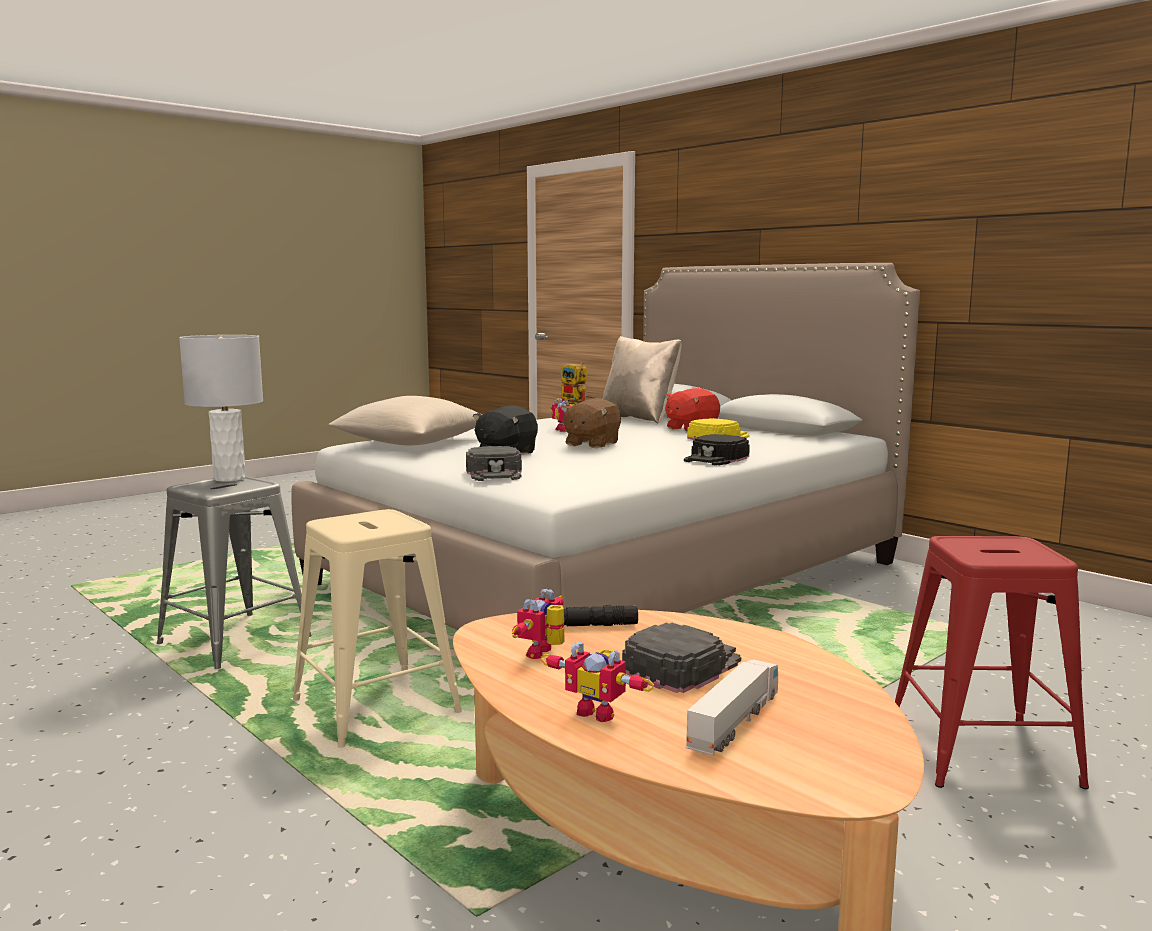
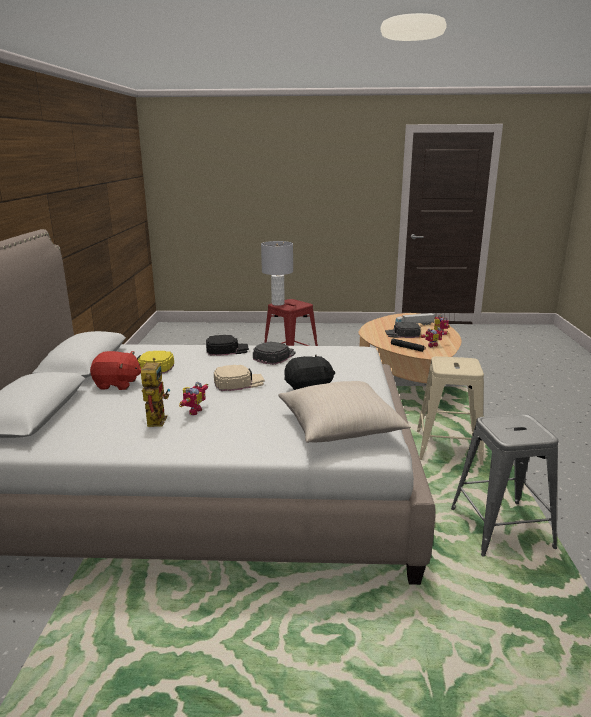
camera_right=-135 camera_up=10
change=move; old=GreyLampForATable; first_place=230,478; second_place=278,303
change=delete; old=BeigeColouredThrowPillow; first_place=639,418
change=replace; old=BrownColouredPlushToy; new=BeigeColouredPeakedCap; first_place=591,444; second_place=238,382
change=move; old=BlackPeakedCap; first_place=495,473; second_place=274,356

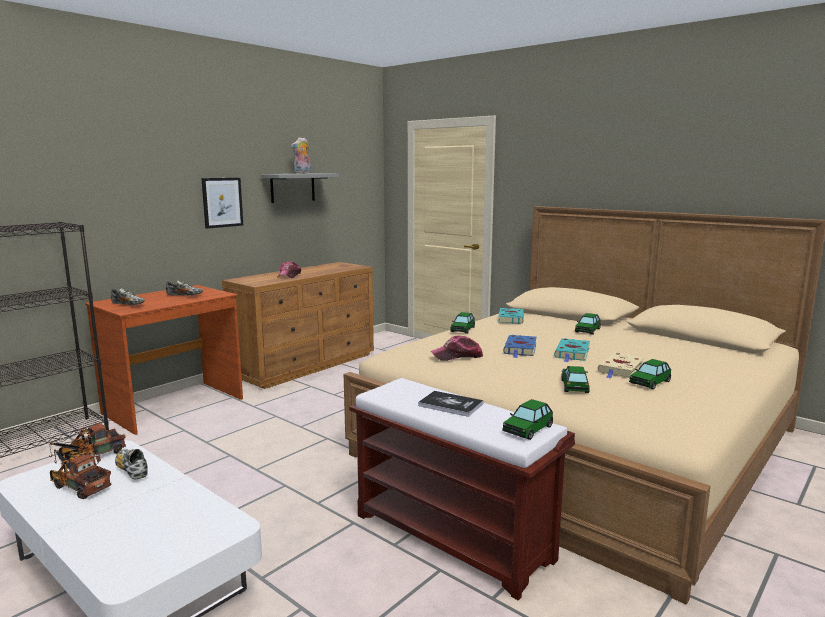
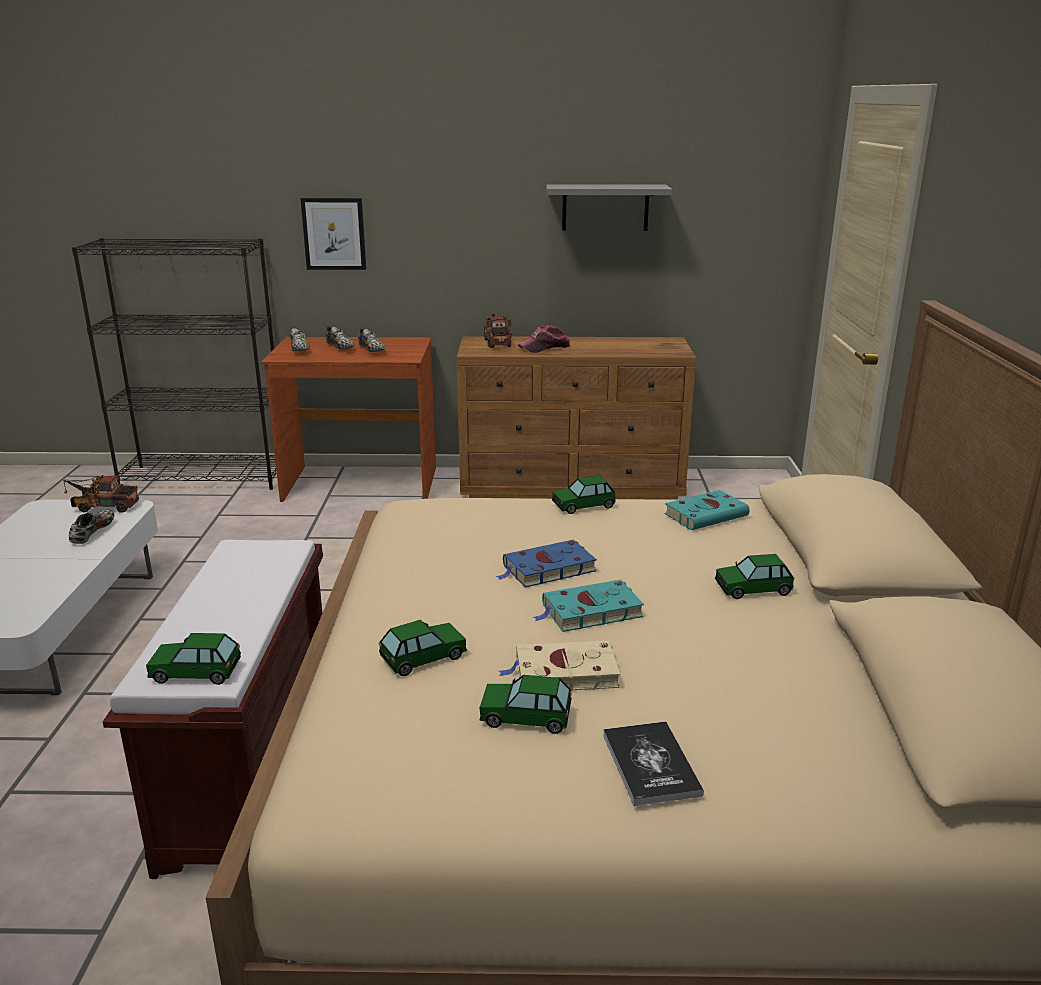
camera_right=50 camera_up=10
change=delete; old=PlushToy; first_place=302,173
change=move; old=WallPicture; first_place=222,202; second_place=334,234
change=delete; old=PeakedCap; first_place=457,356
change=move; old=Volume; first_place=450,405; second_place=651,764
change=move; old=ToyLorry; first_place=79,485; second_place=497,342
change=insert; new=Shoe; second_place=340,348

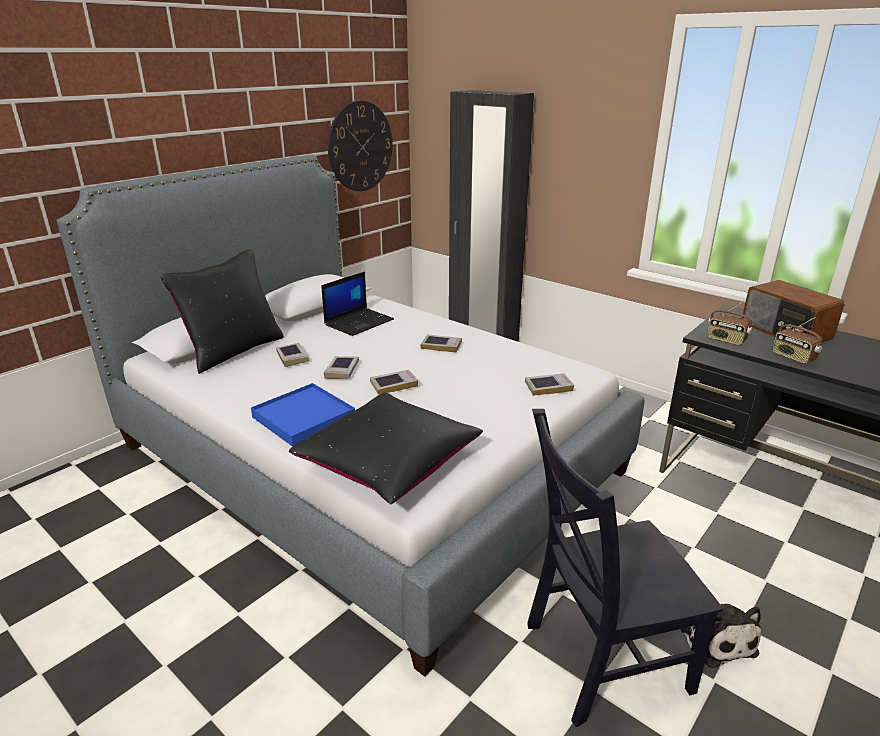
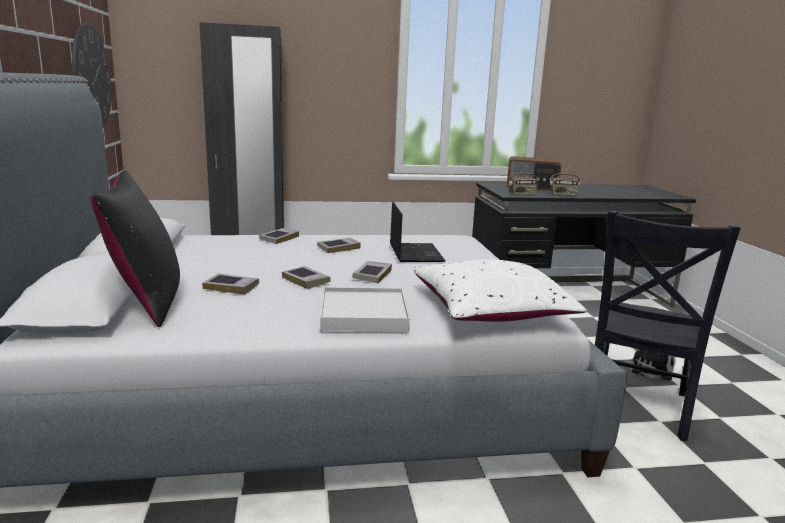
camera_right=-50 camera_up=-10
change=move; old=Laptop; first_place=359,322; second_place=415,253
change=move; old=Volume; first_place=548,387; second_place=279,238
change=recolor; old=BlueColouredServingTray; new=WhiteColouredServingTray; first_place=304,417; second_place=363,313
change=recolor; old=BlackThrowPillow; new=WhiteColouredThrowPillow; first_place=389,462; second_place=490,311

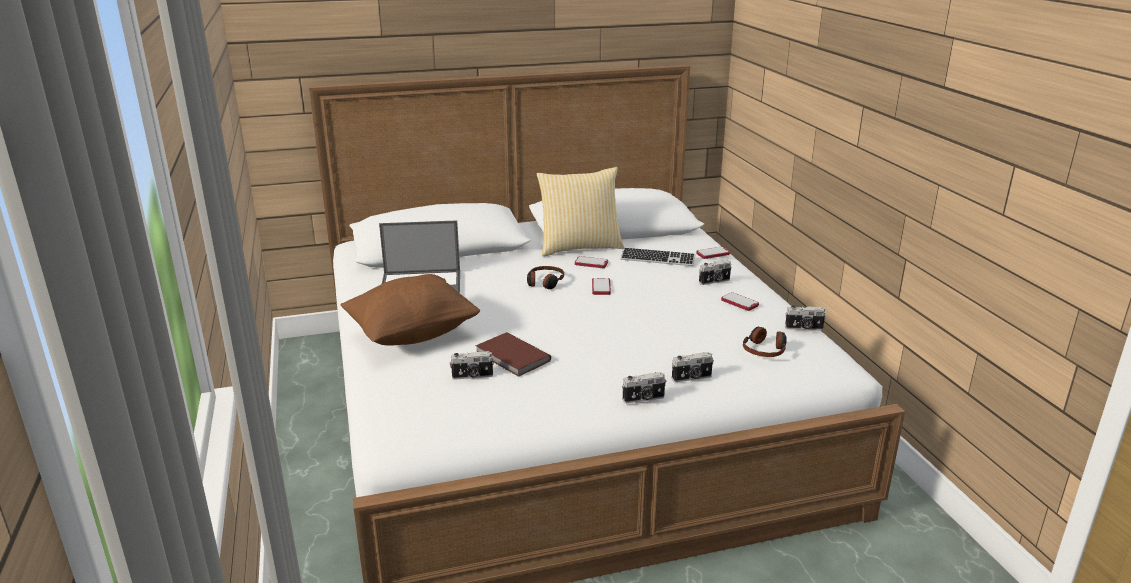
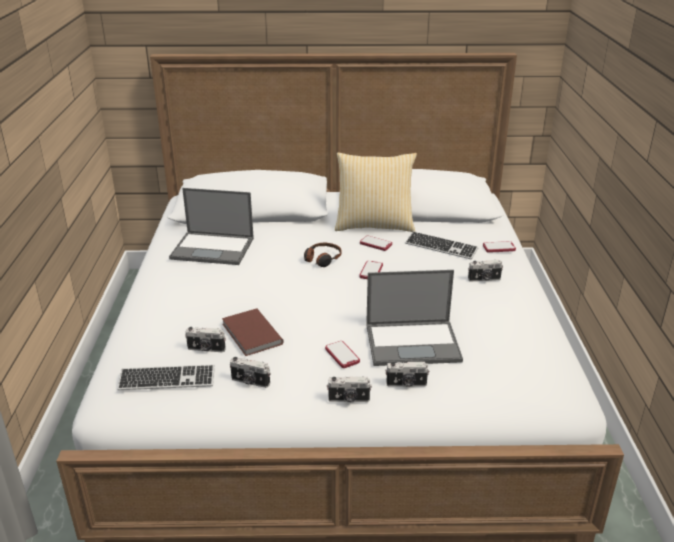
camera_right=15 camera_up=5
change=delete; old=BrownColouredThrowPillow; first_place=413,334
change=move; old=Telephone; first_place=739,302; second_place=342,355
change=move; old=StillCamera; first_place=804,328; second_place=250,382
change=delete; old=Headphones; first_place=765,350
change=insert; new=Laptop; second_place=414,342
change=insert; new=PcKeyboard; second_place=167,380

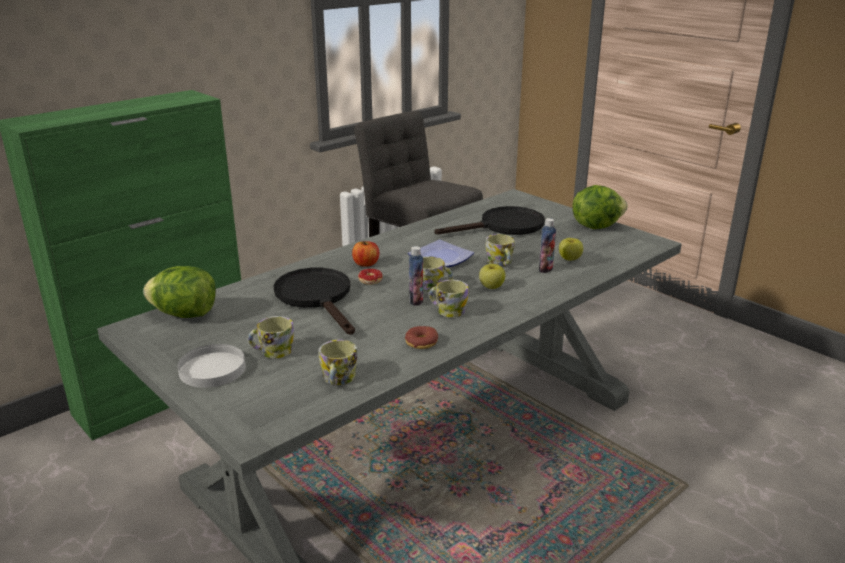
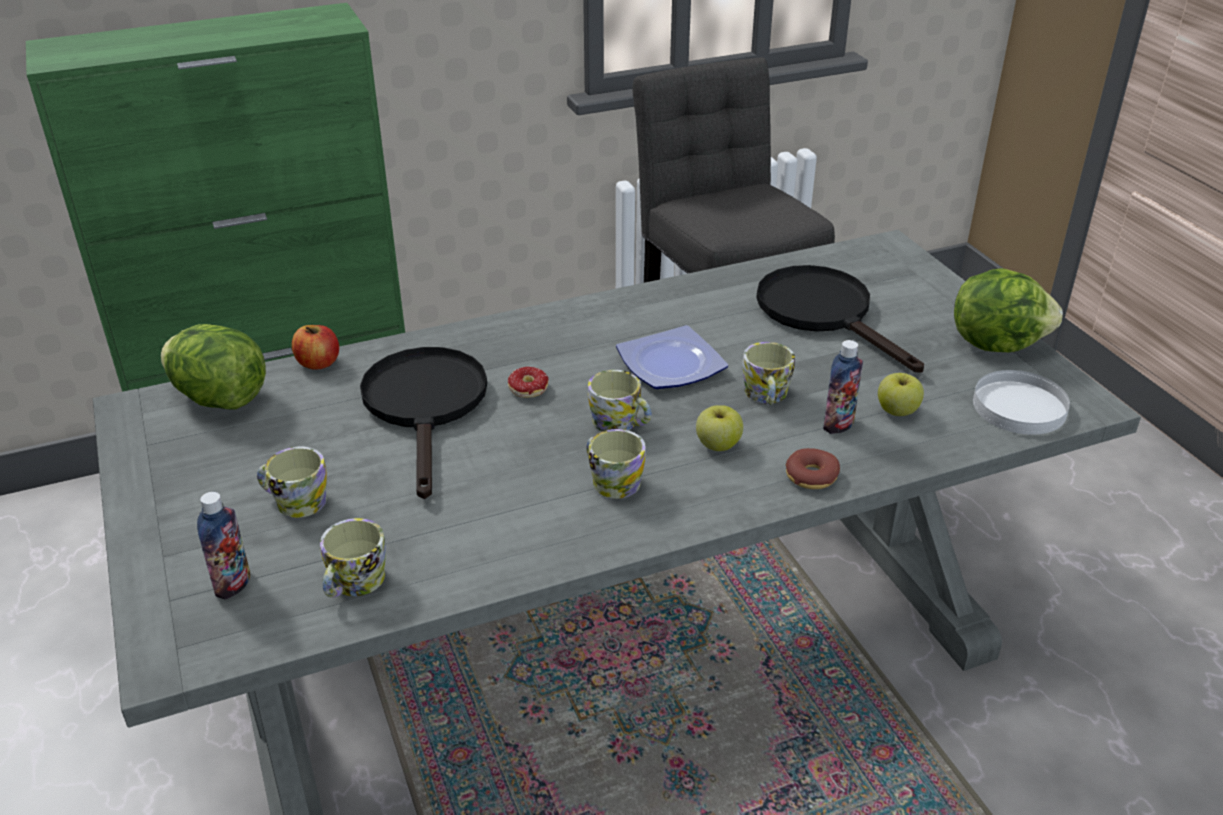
camera_right=20 camera_up=10
change=rotate; old=BlackSkillet; first_place=504,226; second_place=824,314; degrees=-120
change=move; old=WholeApple; first_place=366,264; second_place=318,363
change=move; old=Bottle; first_place=416,300; second_place=233,584
change=move; old=Donut; first_place=421,342; second_place=811,476
change=move; old=WhiteColouredPlate; first_place=213,369; second_place=1020,407

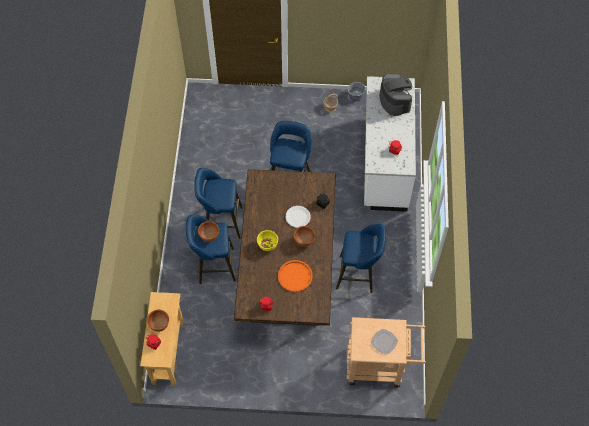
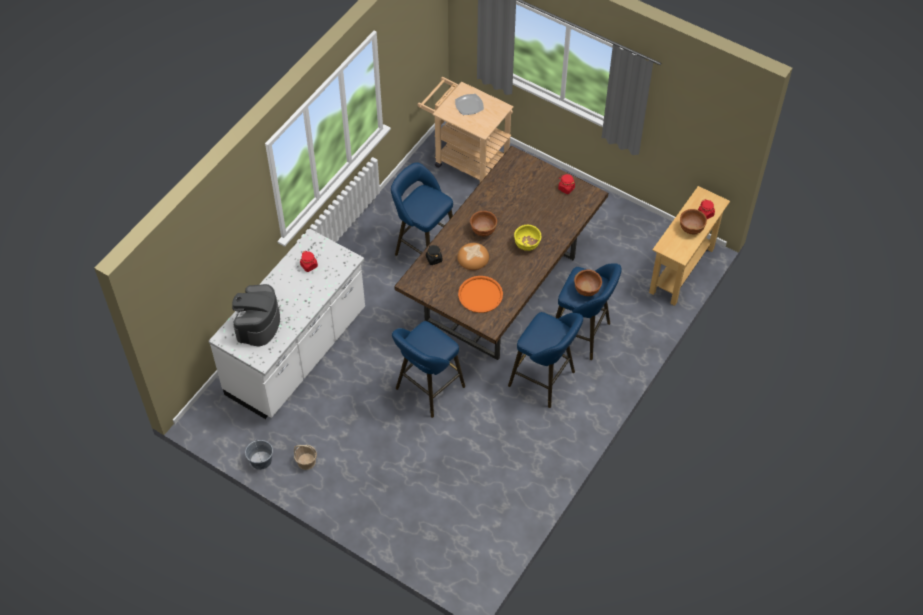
camera_right=-150 camera_up=-5
change=replace; old=WhiteColouredPlate; new=BakeryBread; first_place=298,217; second_place=473,258
change=move; old=OrangeServingTray; first_place=295,276; second_place=480,295

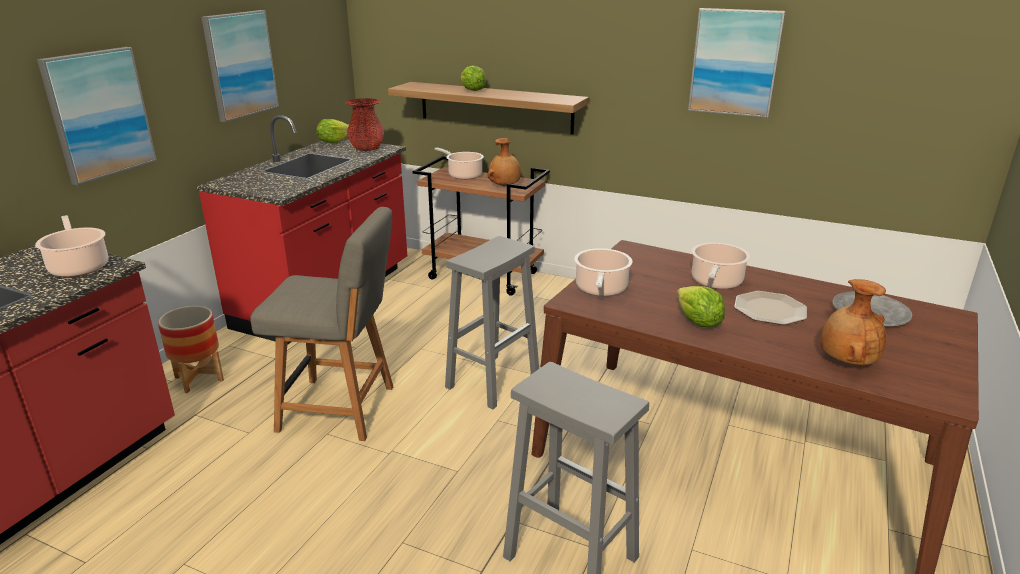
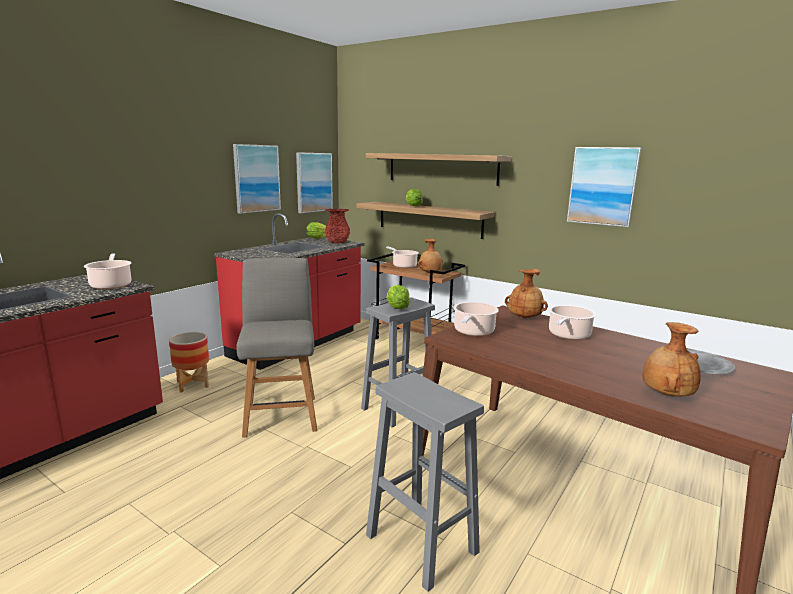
camera_right=10 camera_up=-10
change=move; old=WallPicture; first_place=99,114; second_place=313,182
change=rotate; old=GreyPlainChair; first_place=341,409; second_place=281,414; degrees=-120
change=move; old=HeadOfLettuce; first_place=697,322; second_place=397,308
change=delete; old=Plate; first_place=770,310
change=insert; new=WallShelf; second_place=442,168
change=insert; new=BrownColouredVase; second_place=524,318

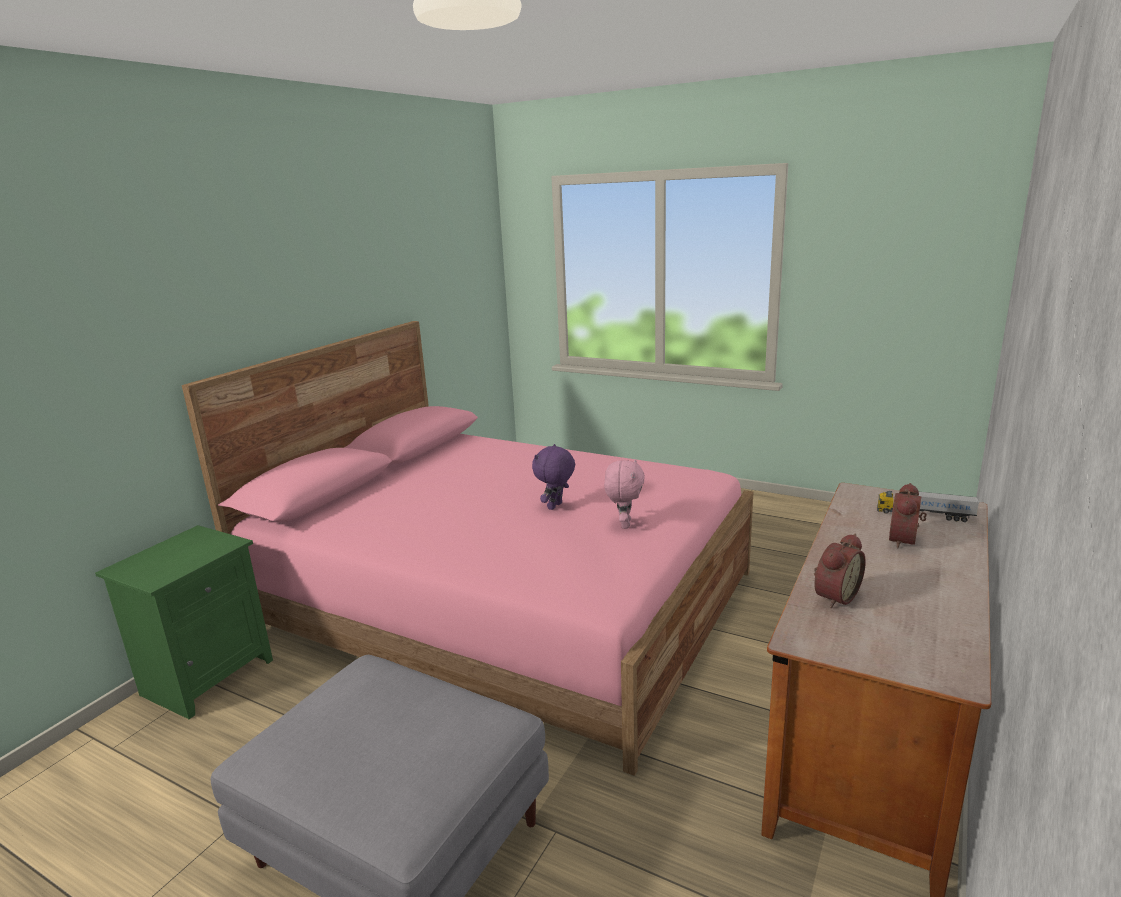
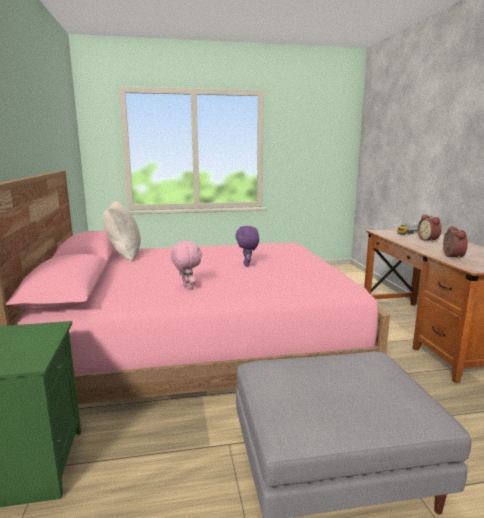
camera_right=-40 camera_up=-5
change=move; old=PinkPlushToy; first_place=624,524; second_place=186,287
change=insert; new=BeigeColouredThrowPillow; second_place=124,254

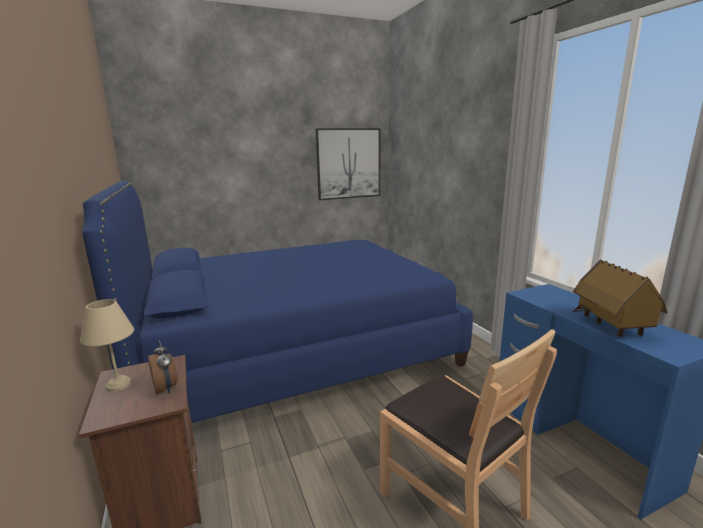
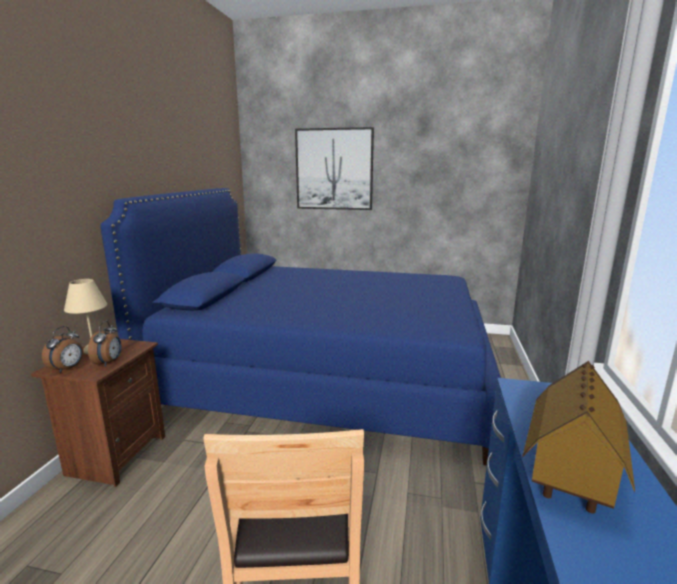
camera_right=35 camera_up=0
change=move; old=WallPicture; first_place=348,163; second_place=334,169
change=insert; new=BedsideClock; second_place=67,369

